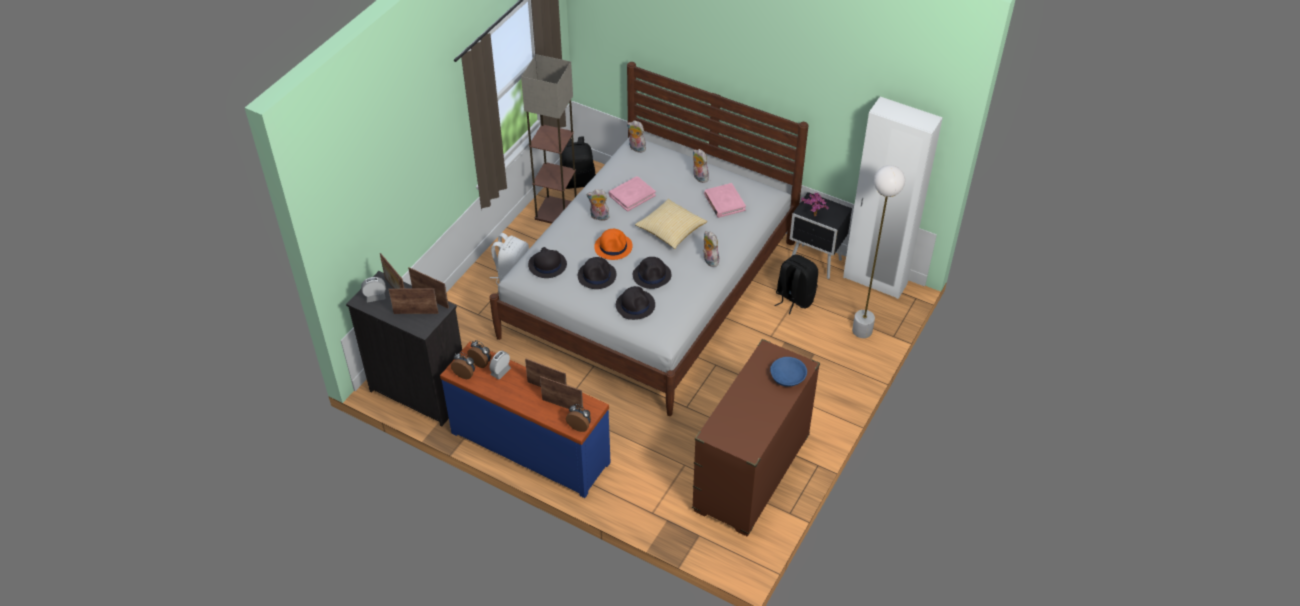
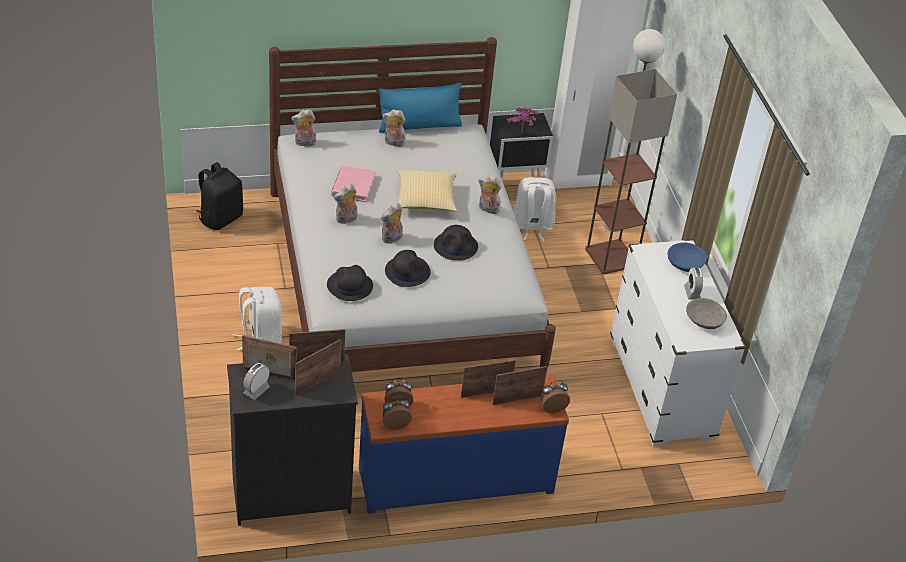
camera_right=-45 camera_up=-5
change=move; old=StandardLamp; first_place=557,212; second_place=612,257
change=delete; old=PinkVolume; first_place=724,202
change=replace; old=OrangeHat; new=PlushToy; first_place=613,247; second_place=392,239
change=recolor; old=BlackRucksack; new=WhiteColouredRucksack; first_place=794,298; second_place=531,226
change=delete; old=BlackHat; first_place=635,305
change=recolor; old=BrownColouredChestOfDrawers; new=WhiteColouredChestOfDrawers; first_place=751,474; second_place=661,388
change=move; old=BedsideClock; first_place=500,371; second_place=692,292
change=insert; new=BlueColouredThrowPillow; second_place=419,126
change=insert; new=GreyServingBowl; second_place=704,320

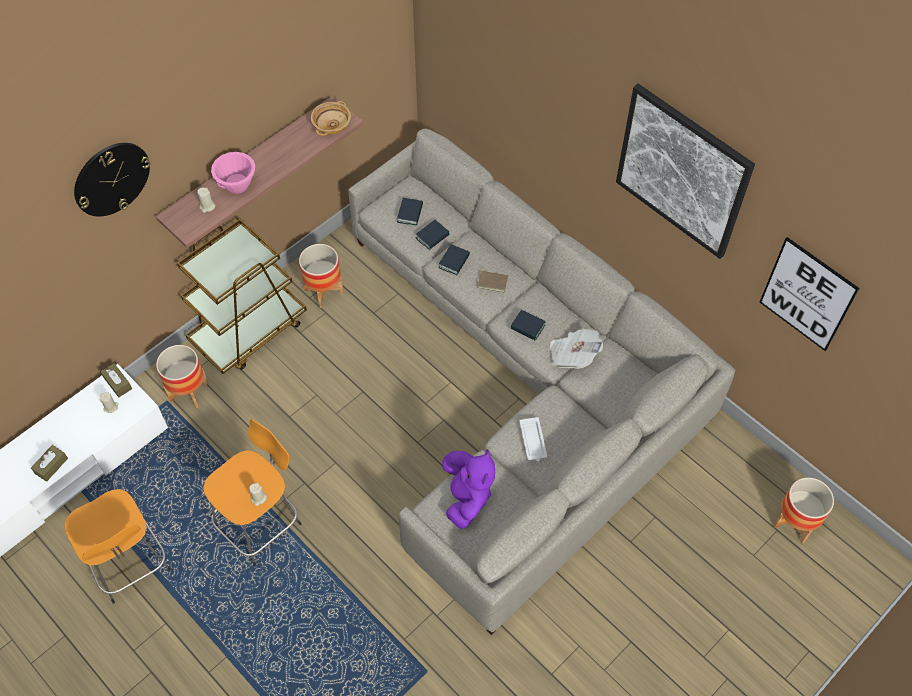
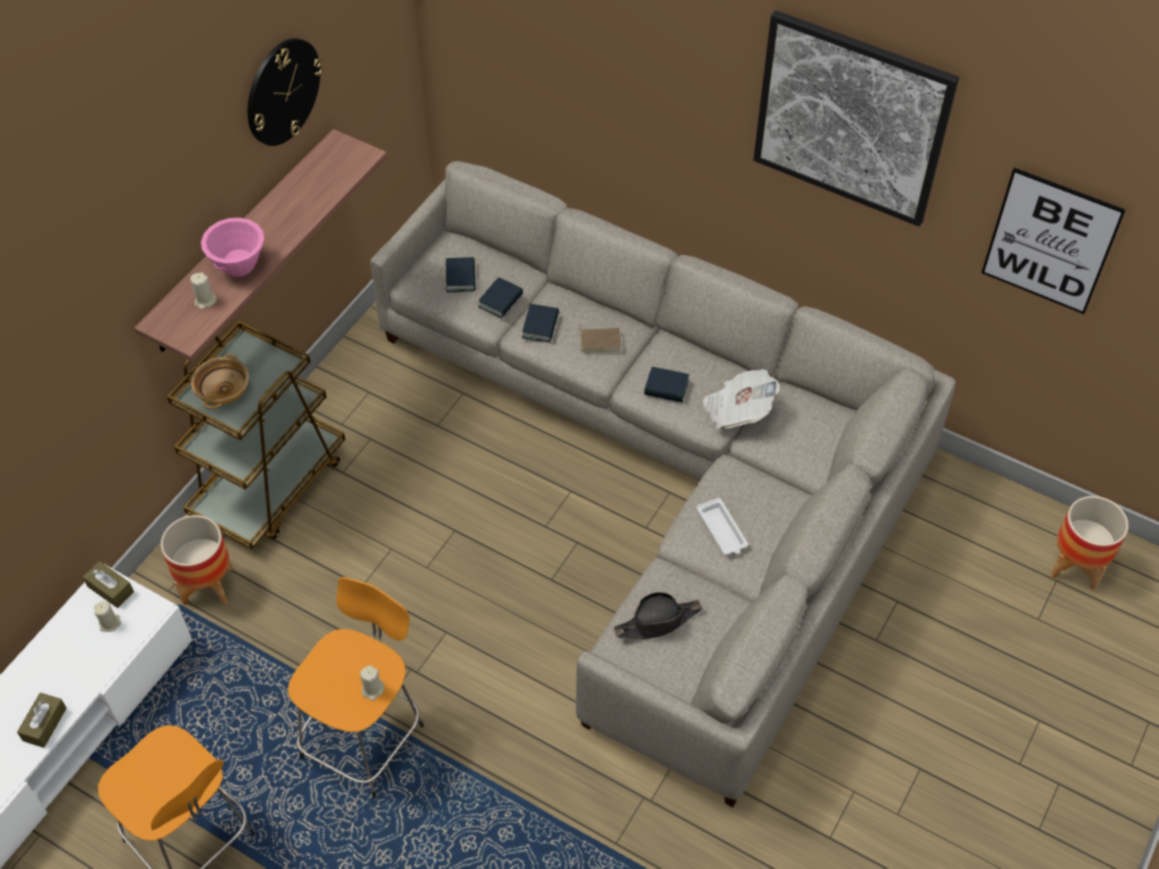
camera_right=-15 camera_up=-5
change=move; old=BeigeColouredServingBowl; first_place=332,125; second_place=223,390
change=move; old=ClockOnTheWall; first_place=111,179; second_place=282,91
change=delete; old=FlowerPot; first_place=324,291
change=replace; old=PurplishPlushToy; new=BlackHat; first_place=466,496; second_place=658,621

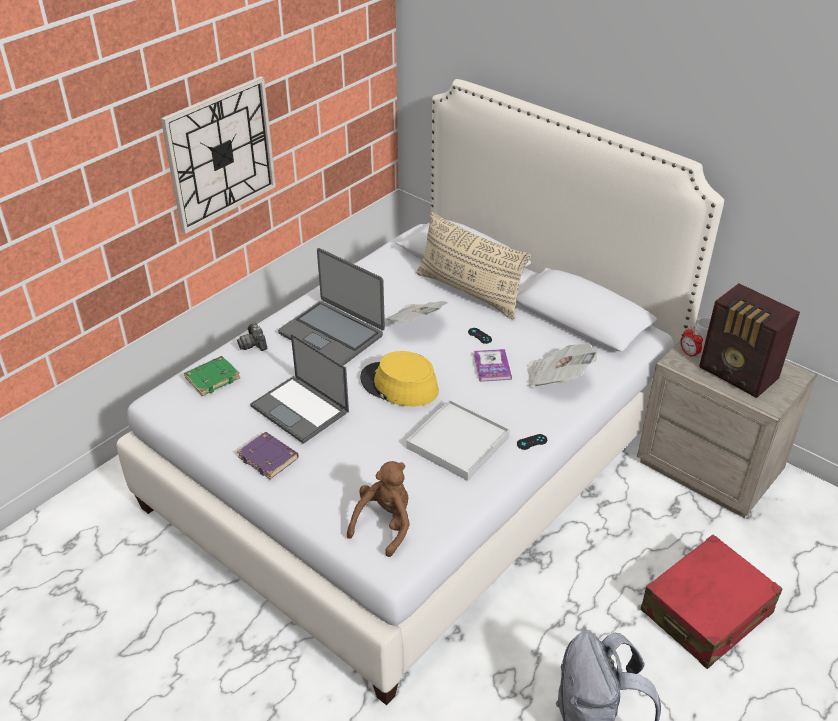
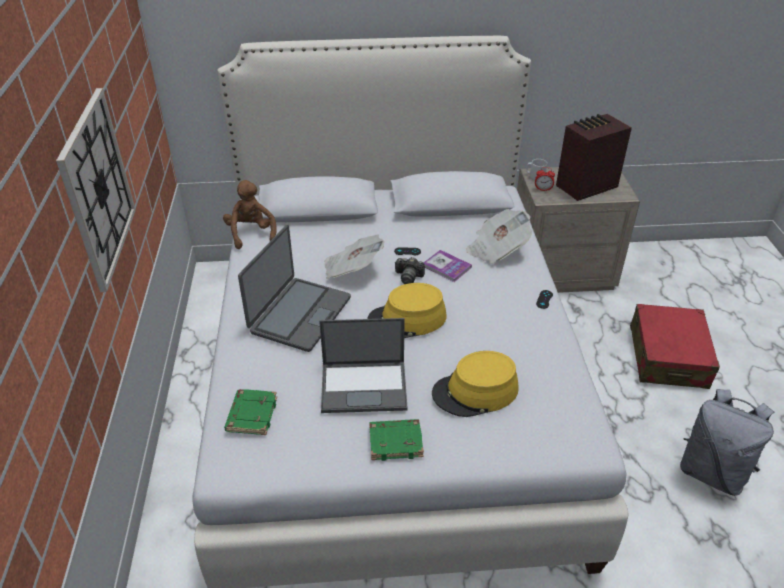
camera_right=-45 camera_up=0
change=delete; old=BeigeColouredThrowPillow; first_place=469,292
change=rotate; old=Laptop; first_place=332,333; second_place=299,314; degrees=-60
change=rotate; old=RadioReceiver; first_place=739,374; second_place=584,186; degrees=150
change=move; old=StillCamera; first_place=253,344; second_place=408,277
change=delete; old=WhiteColouredServingTray; first_place=458,443
change=recolor; old=PurplishVolume; new=GreenVolume; first_place=269,458; second_place=396,441
change=move; old=BrownColouredPlushToy; first_place=384,524; second_place=251,234
change=insert; new=YellowishHat; second_place=475,392

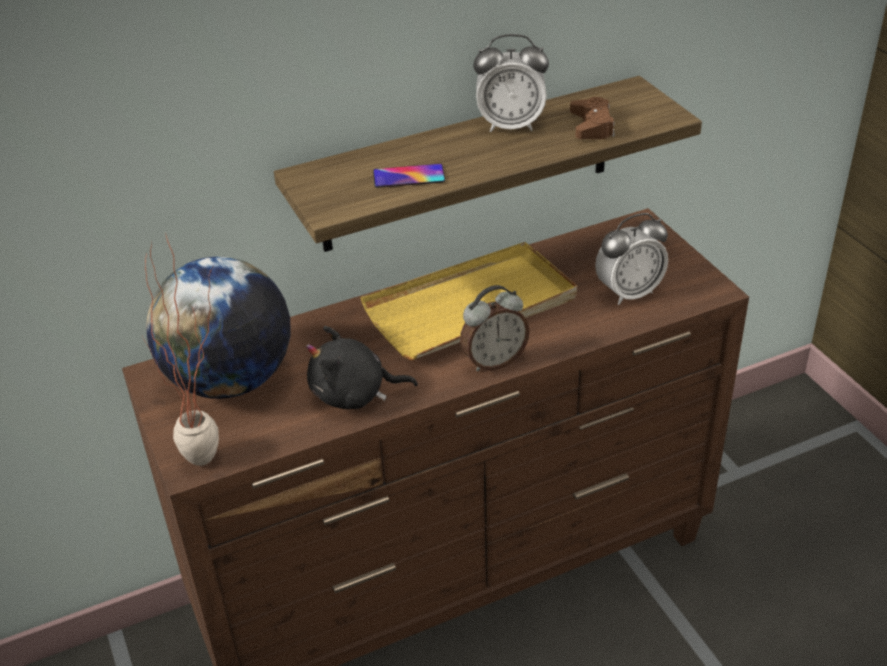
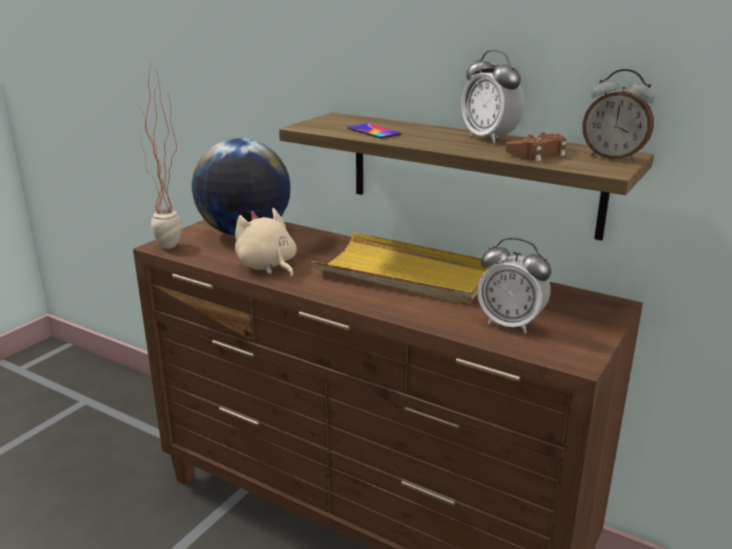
camera_right=55 camera_up=-15
change=move; old=BedsideClock; first_place=494,361; second_place=613,157
change=recolor; old=BlackPlushToy; new=BeigeColouredPlushToy; first_place=354,394; second_place=267,266

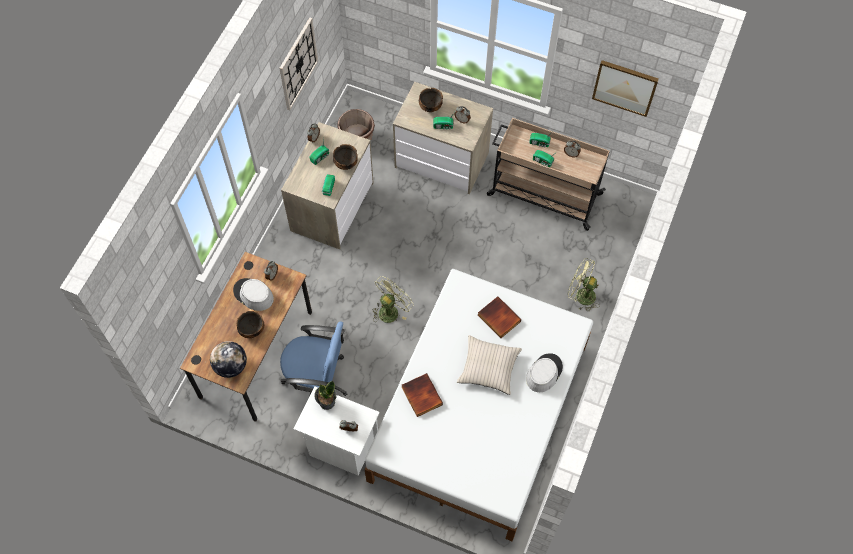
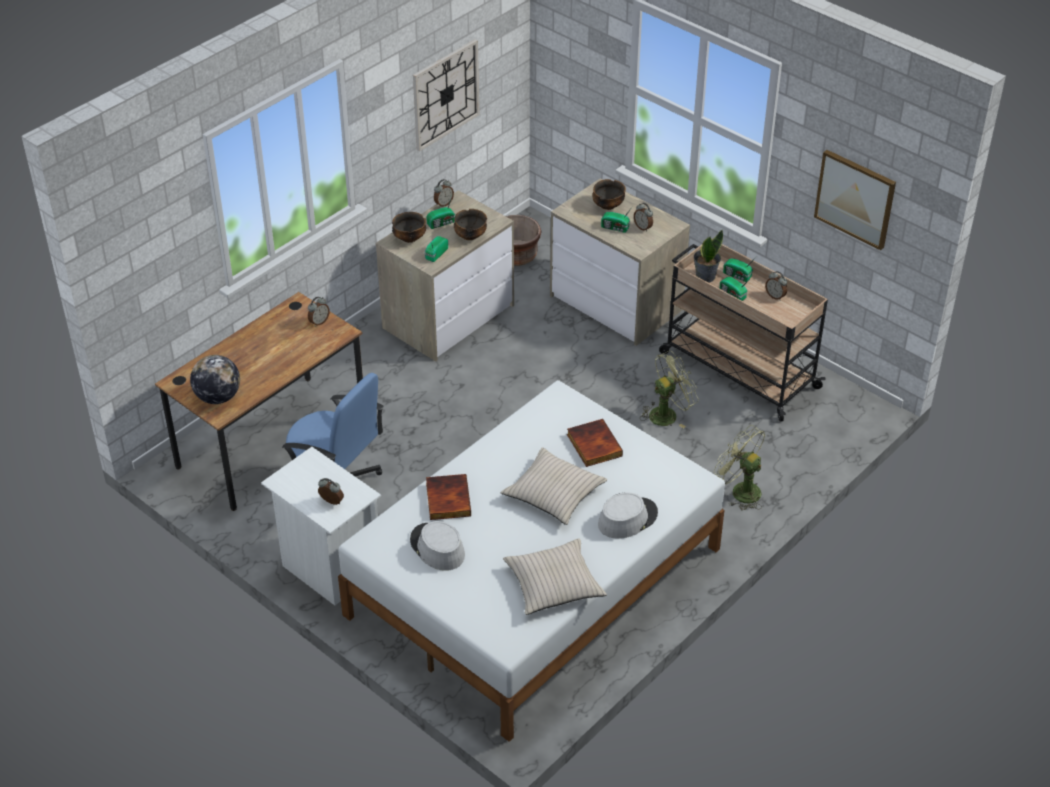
camera_right=20 camera_up=-20
change=move; old=GreenCoolingFan; first_place=391,310; second_place=667,413
change=move; old=GreyHat; first_place=253,295; second_place=437,548
change=move; old=ServingBowl; first_place=252,329; second_place=409,238
change=move; old=PlantInAPot; first_place=326,402; second_place=705,276
change=insert; new=BeigeColouredThrowPillow; second_place=553,584

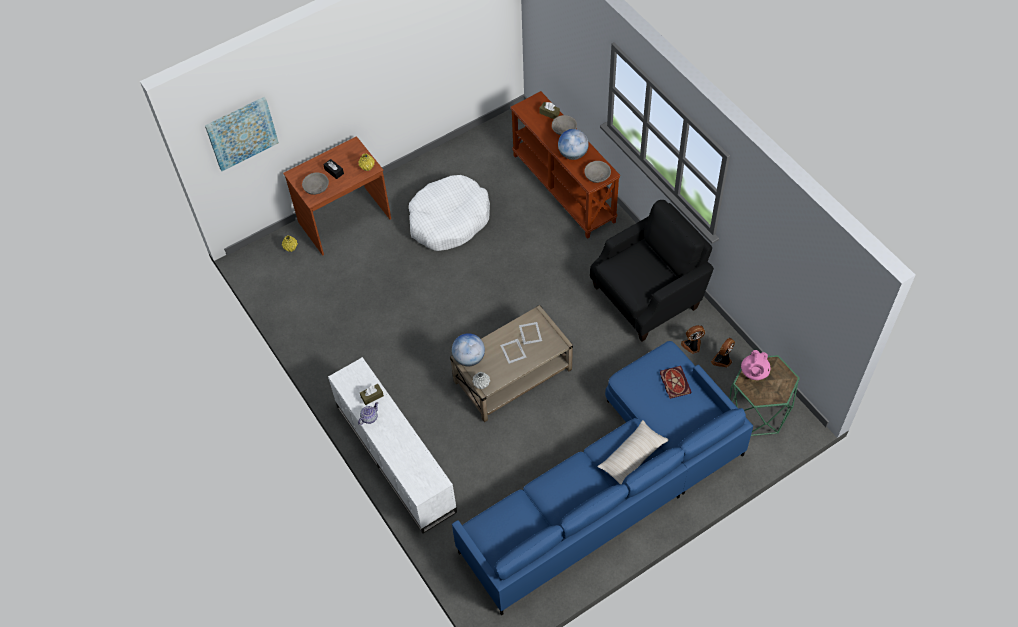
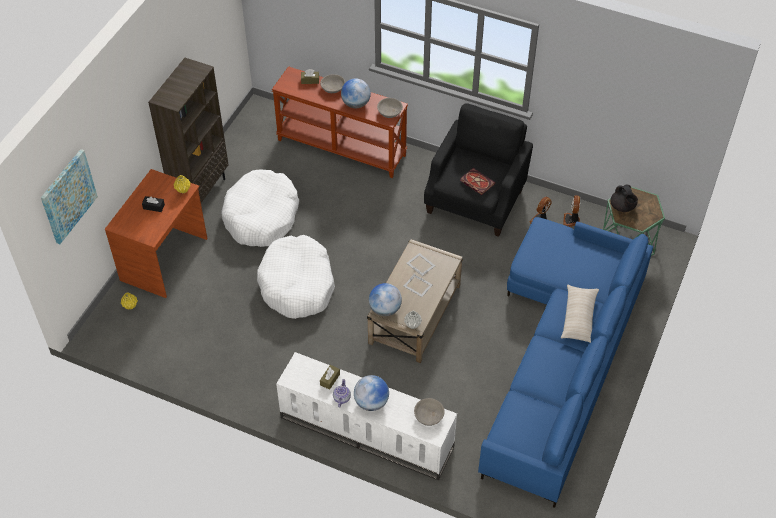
camera_right=-35 camera_up=-5
change=move; old=GreyServingBowl; first_place=316,187; second_place=429,415
change=recolor; old=PinkTeaPot; new=BlackTeaPot; first_place=754,372; second_place=622,207
change=move; old=Volume; first_place=674,382; second_place=476,182
change=insert; new=BrownColouredBookcase; second_place=201,192
change=insert; new=WhiteColouredDogCushion; second_place=297,285
change=insert; new=Globe; second_place=371,402

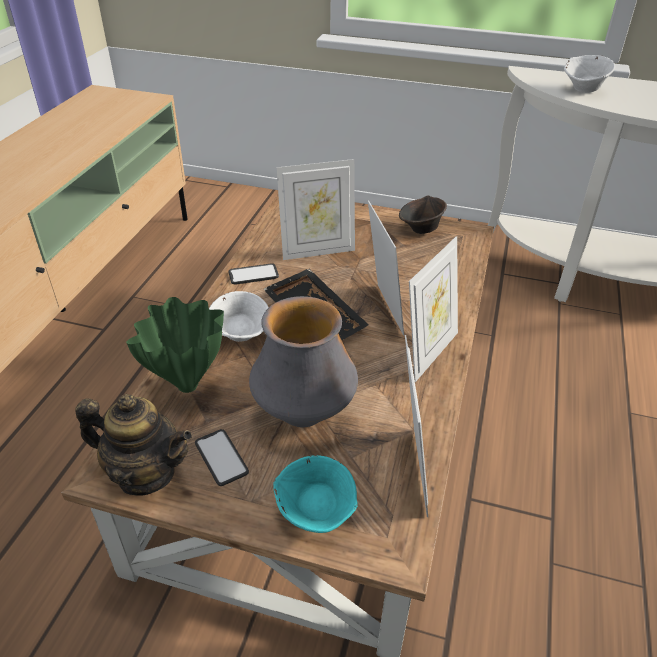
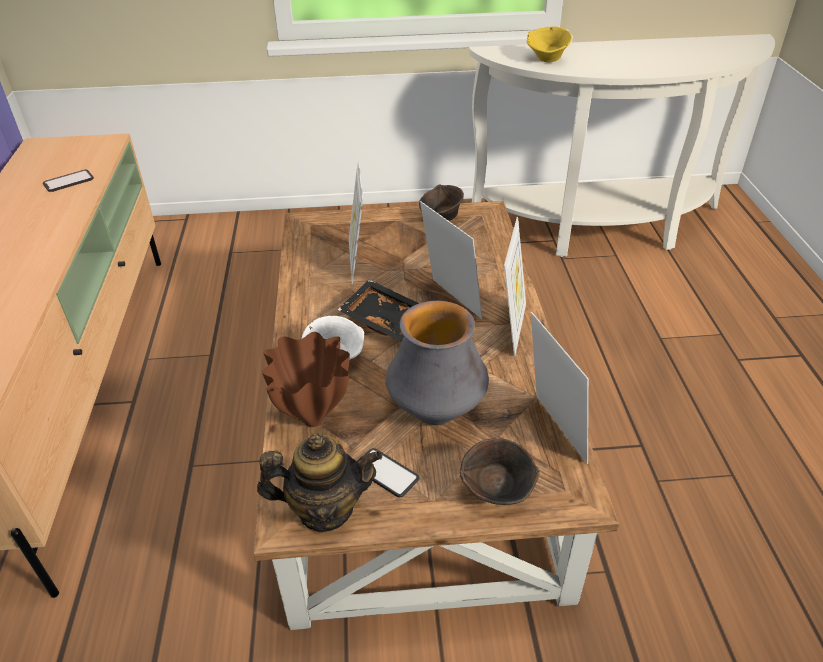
camera_right=-20 camera_up=0
change=recolor; old=WhiteColouredServingBowl; new=YellowishServingBowl; first_place=584,90; second_place=547,59
change=rotate; old=PictureFrame; first_place=317,251; second_place=358,261; degrees=120
change=move; old=Telephone; first_place=253,275; second_place=68,181
change=recolor; old=GreenVase; new=BrownColouredVase; first_place=189,385; second_place=314,419
change=recolor; old=BlueGreenServingBowl; new=BrownColouredServingBowl; first_place=317,513; second_place=497,491

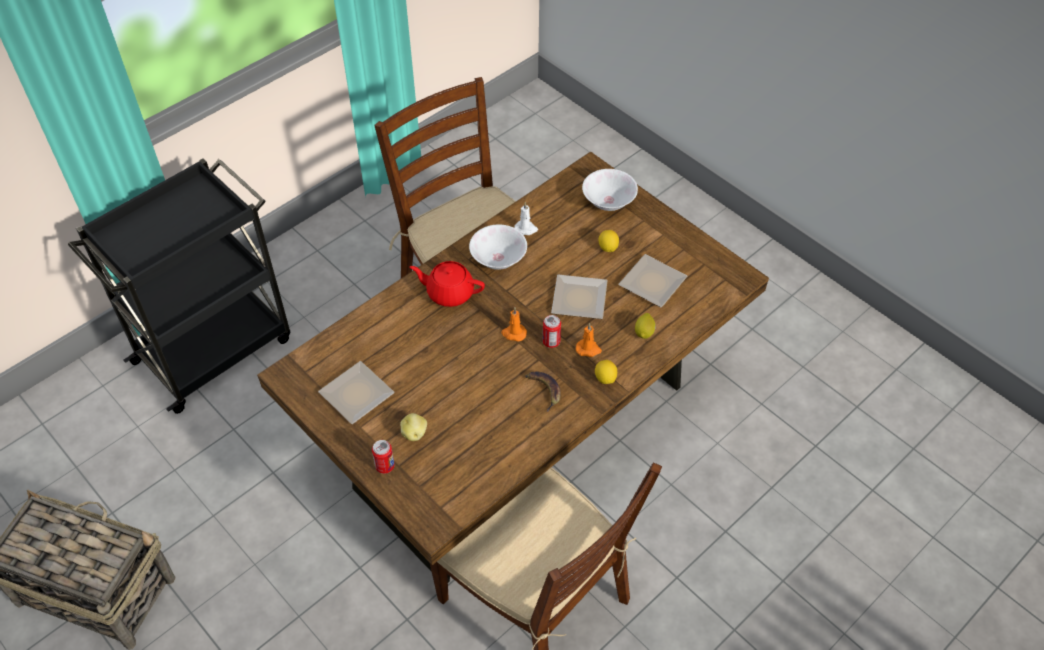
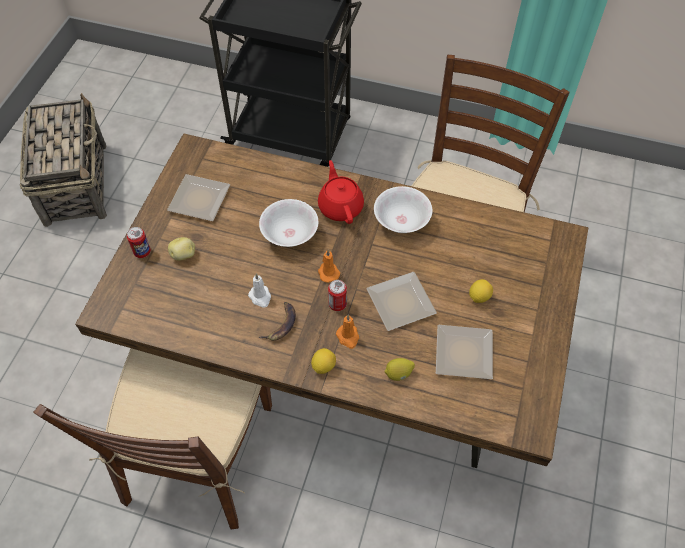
camera_right=60 camera_up=5
change=move; old=WhiteColouredServingBowl; first_place=608,202; second_place=289,235
change=move; old=WhiteColouredWaxLight; first_place=526,229; second_place=260,297

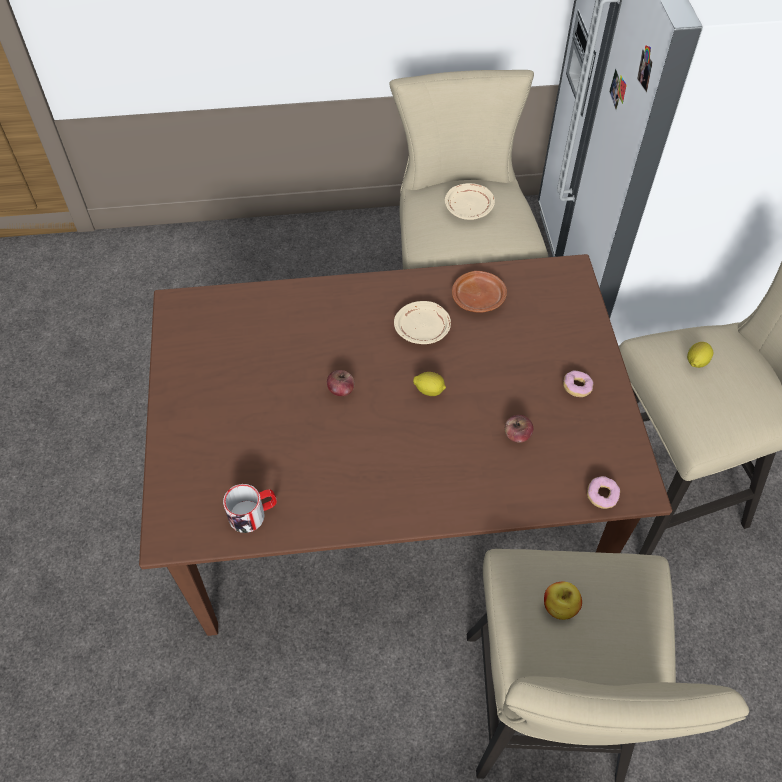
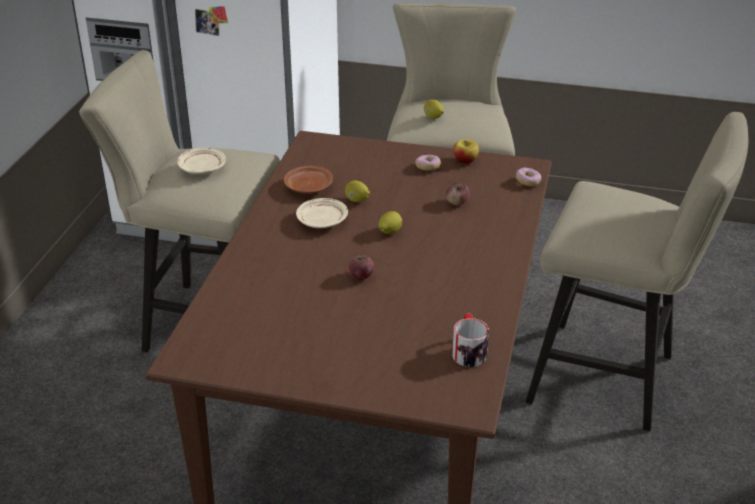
camera_right=-70 camera_up=-20
change=move; old=WholeApple; first_place=559,607; second_place=465,160
change=insert; new=CitrusFruit; second_place=357,200

